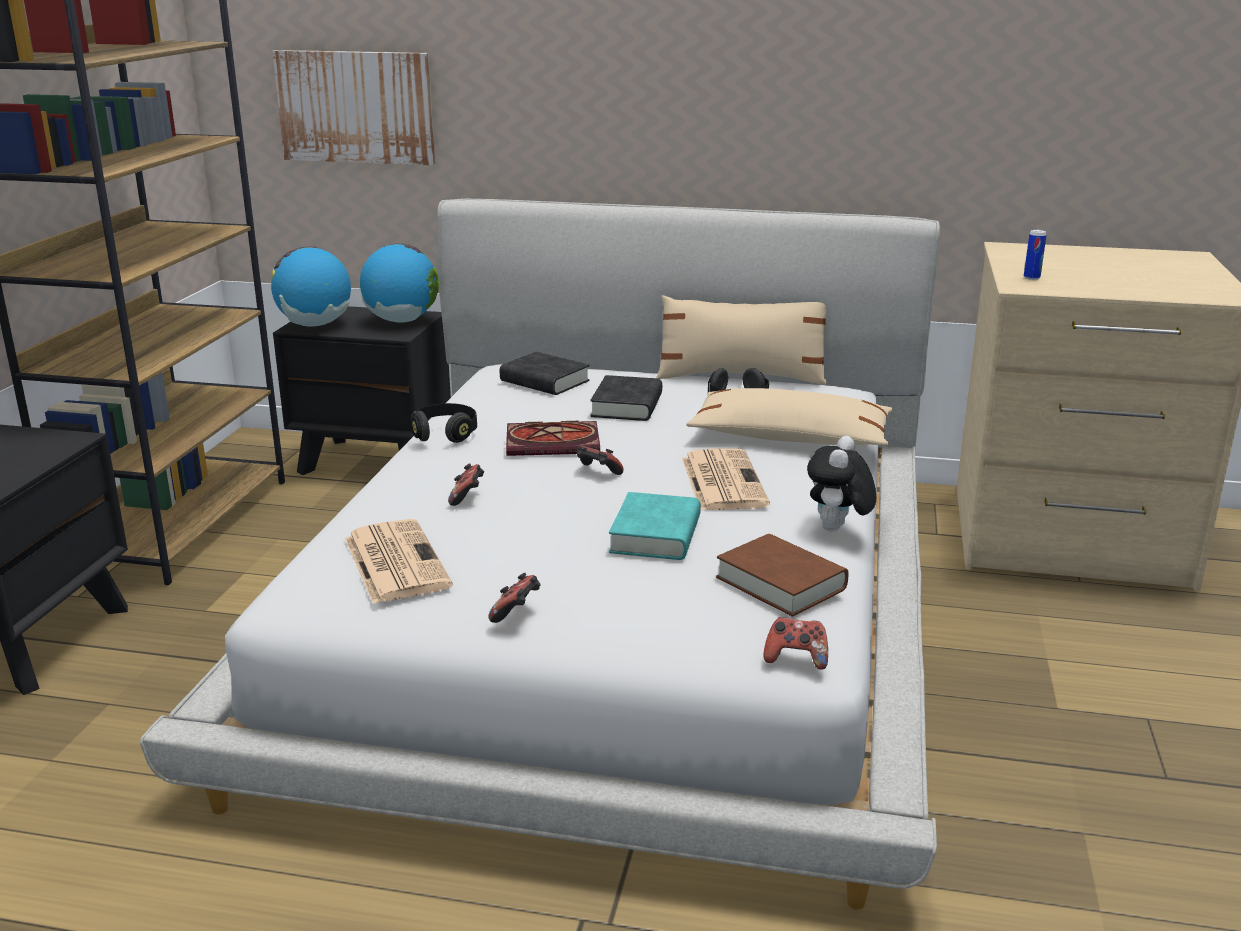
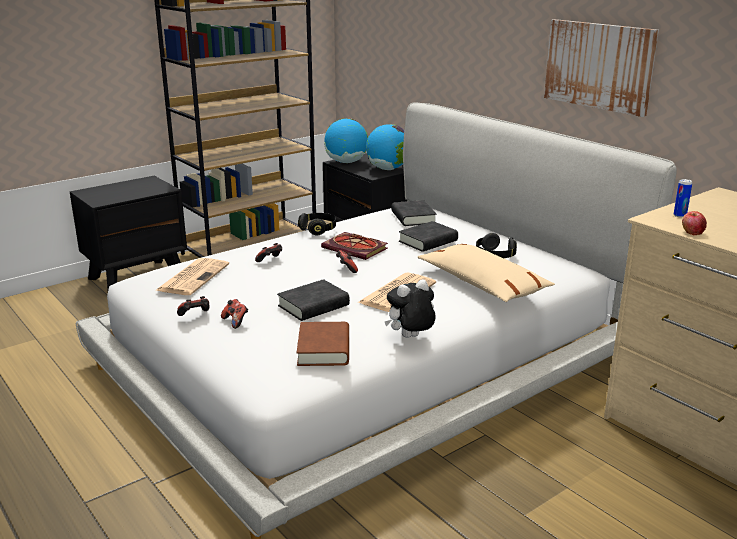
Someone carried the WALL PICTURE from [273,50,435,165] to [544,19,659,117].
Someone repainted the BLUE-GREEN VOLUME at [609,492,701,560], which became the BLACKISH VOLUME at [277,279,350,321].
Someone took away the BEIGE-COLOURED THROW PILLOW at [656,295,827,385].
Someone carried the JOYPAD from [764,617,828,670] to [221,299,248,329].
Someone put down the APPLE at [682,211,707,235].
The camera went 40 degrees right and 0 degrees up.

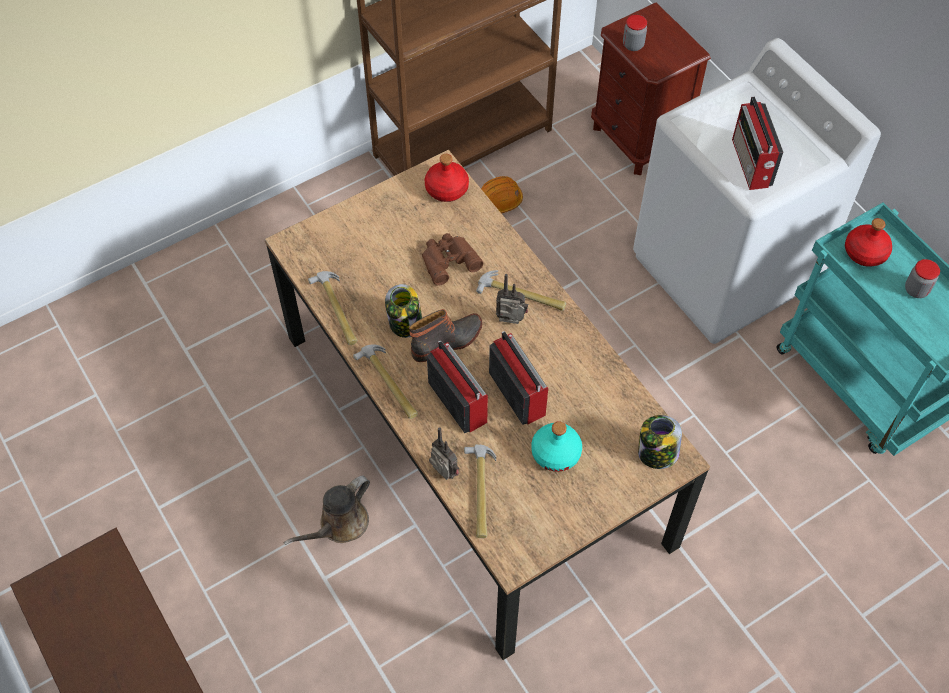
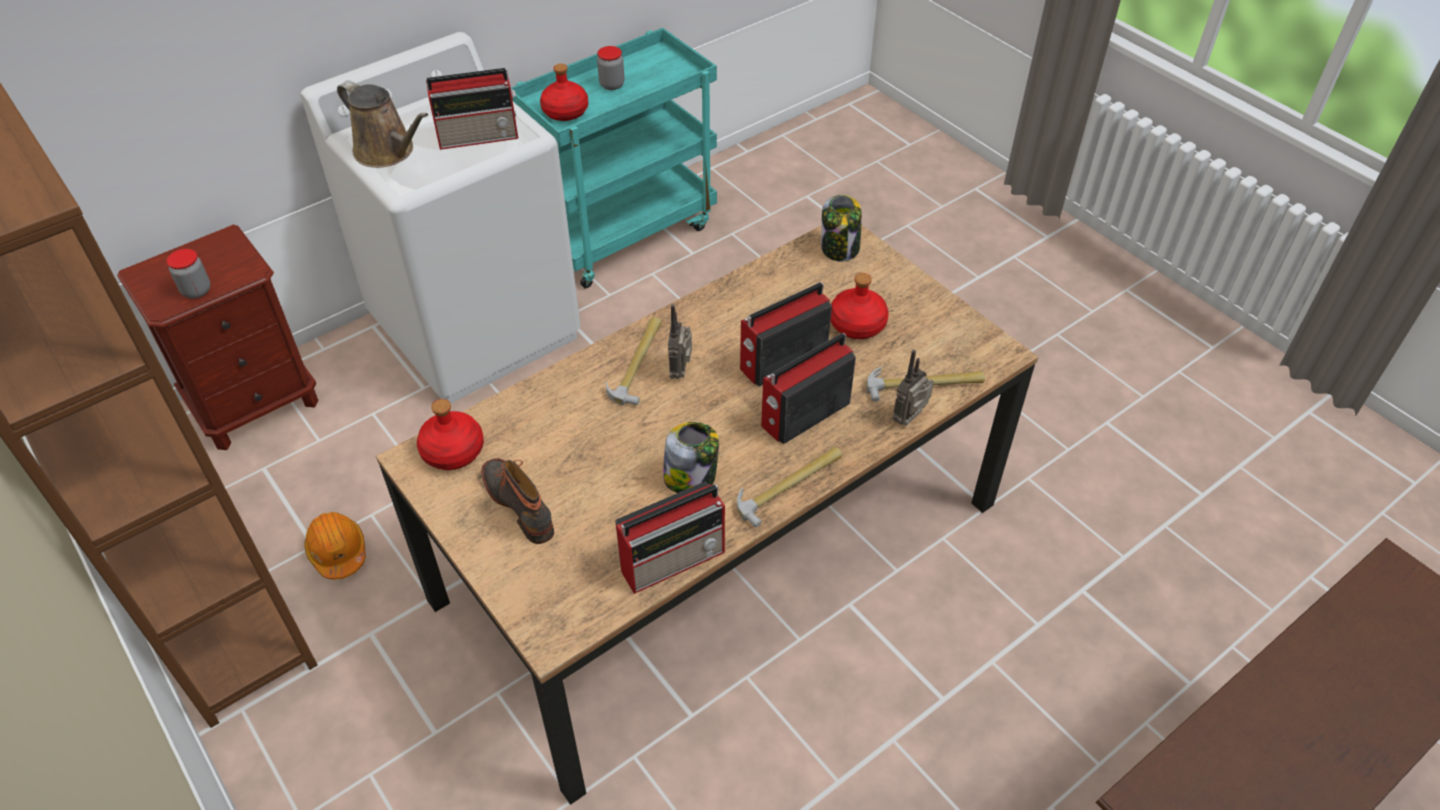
Someone carried the BROWNISH SPRINKLING CAN from [283,475,370,545] to [337,80,428,168].
Someone swapped the HAMMER at [308,271,357,345] for the RADIO at [615,482,725,594].
Someone carried the HIGH-TOP BOOT from [409,309,482,362] to [481,458,554,544].
Someone took away the BROWNISH PAIR OF BINOCULARS at [422,233,483,286].
Someone repainted the BLUE-GREEN BEVERAGE BOTTLE at [532,421,582,471], which became the REDDISH BEVERAGE BOTTLE at [831,273,889,339].
The camera went 95 degrees left and 10 degrees down.

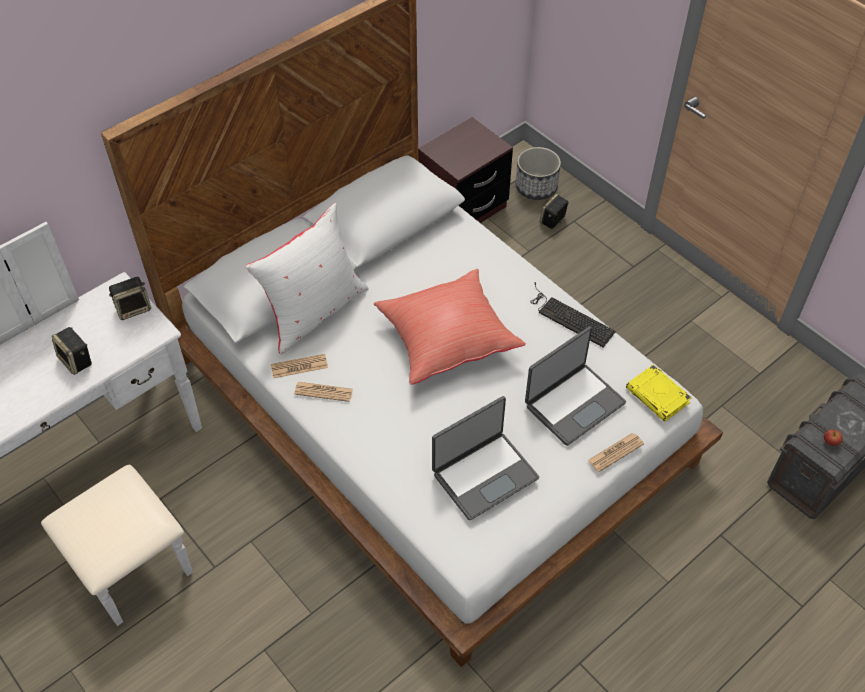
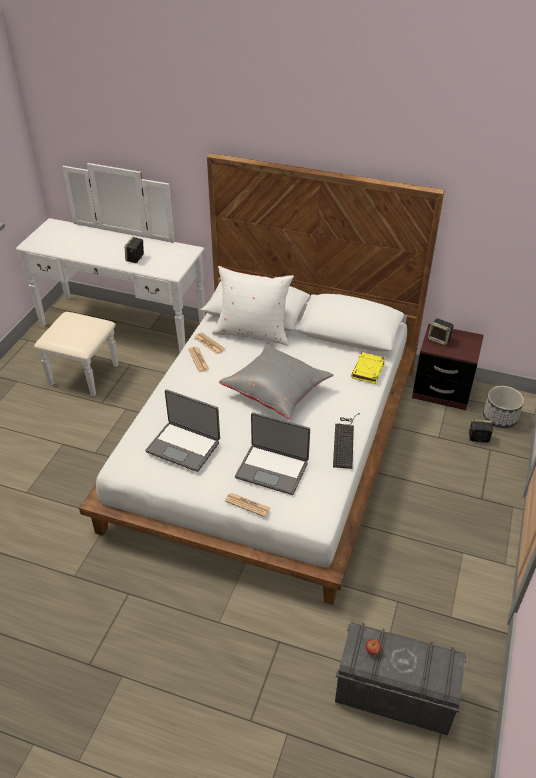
Someone carried the LOUDSPEAKER from [109,277,151,320] to [428,318,454,346].
Someone repainted the REDDISH THROW PILLOW at [374,269,526,385], which became the GRAY THROW PILLOW at [219,344,334,419].
Someone carried the YELLOWISH VOLUME from [626,365,692,422] to [351,352,385,384].
The camera went 60 degrees right and 10 degrees down.

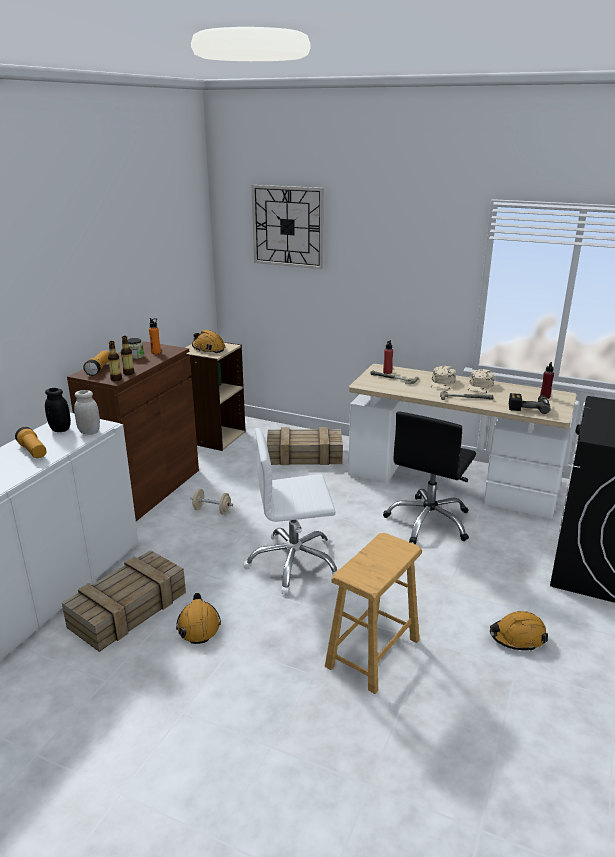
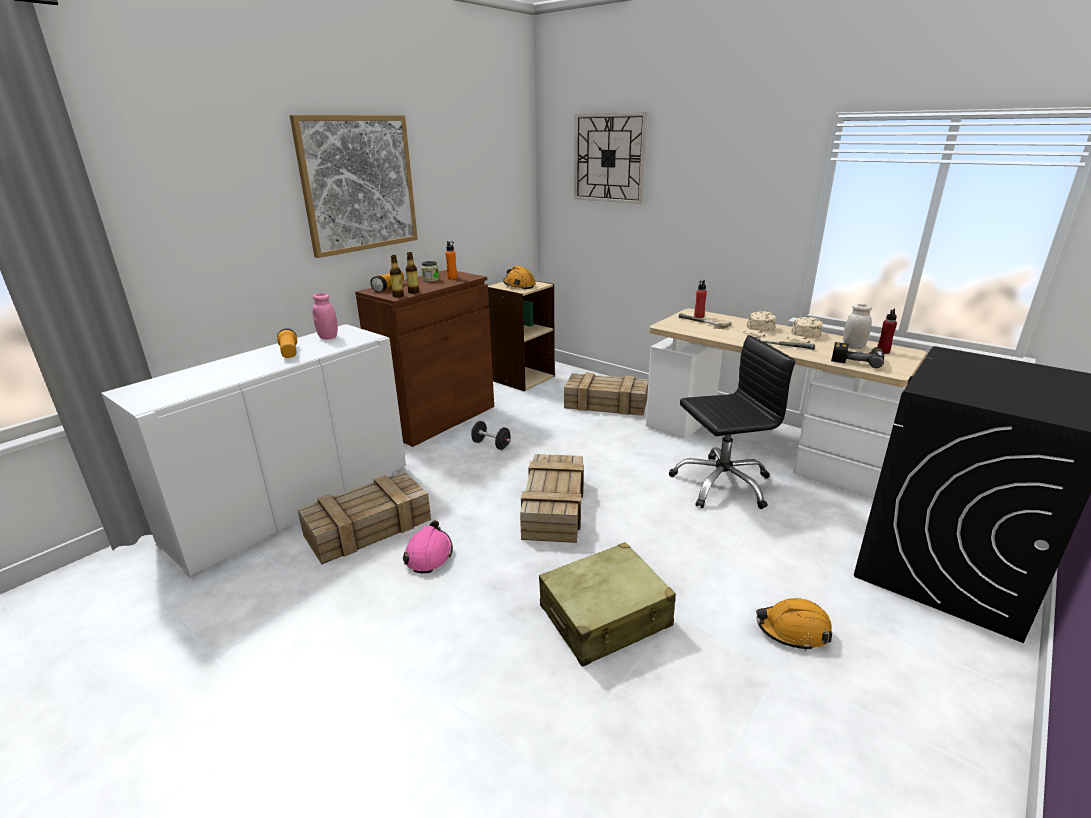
Someone repainted the BLACKISH STORAGE JAR at [45,388,71,432], which became the PINK STORAGE JAR at [313,293,338,339].
Someone carried the WHITISH STORAGE JAR from [74,390,100,435] to [843,304,872,349].
Someone repainted the ORANGE HARD HAT at [176,593,221,644], which became the PINK HARD HAT at [403,520,453,573].
Someone repainted the BEIGE-COLOURED HAND WEIGHT at [190,489,233,515], which became the BLACKISH HAND WEIGHT at [471,421,511,450].
Someone swapped the WHITISH DESK CHAIR at [243,428,338,595] for the PACKING CRATE at [520,454,584,543].
Someone swapped the BROWNISH SITTING STOOL at [325,533,422,694] for the BEIGE-COLOURED TRAVEL CASE at [539,542,676,667].
Someone rotated the BLACKISH DESK CHAIR at [383,411,476,544] by 150 degrees counterclockwise.
Someone put up the WALL PICTURE at [290,115,418,258].
The camera went 15 degrees right and 0 degrees up.

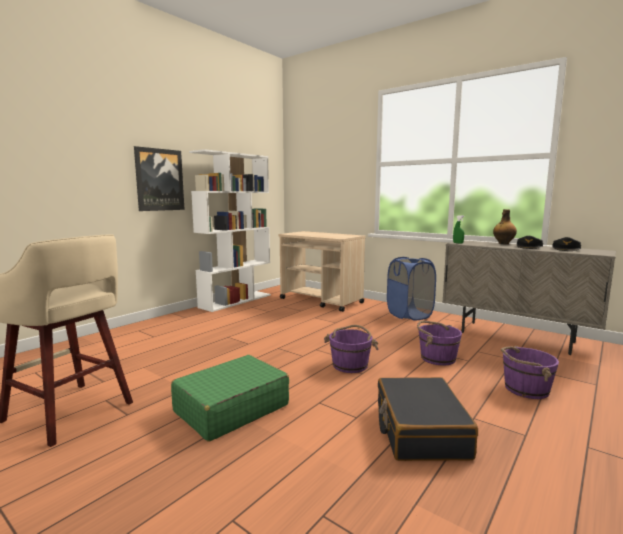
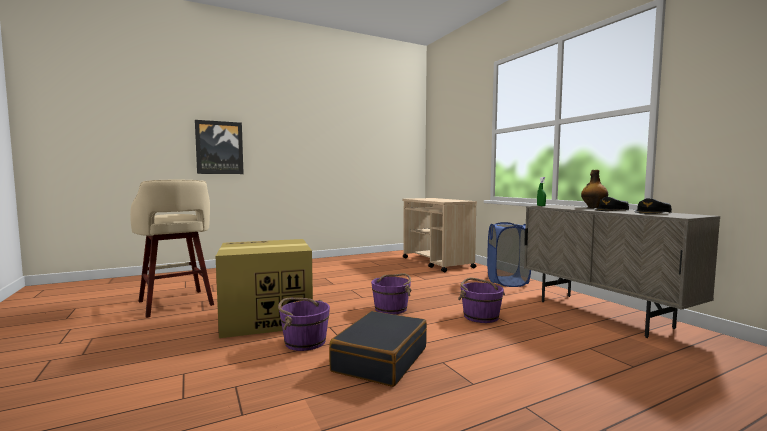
Someone carried the WALL PICTURE from [134,146,185,211] to [195,120,244,174].
Someone swapped the GREENISH TRAVEL CASE at [171,355,289,442] for the CARDBOARD BOX at [216,239,313,338].
Someone took away the WHITISH SHELVING UNIT at [189,149,271,312].
Someone carried the PURPLE PAIL from [501,346,559,399] to [278,298,330,351].
The camera went 25 degrees right and 5 degrees down.

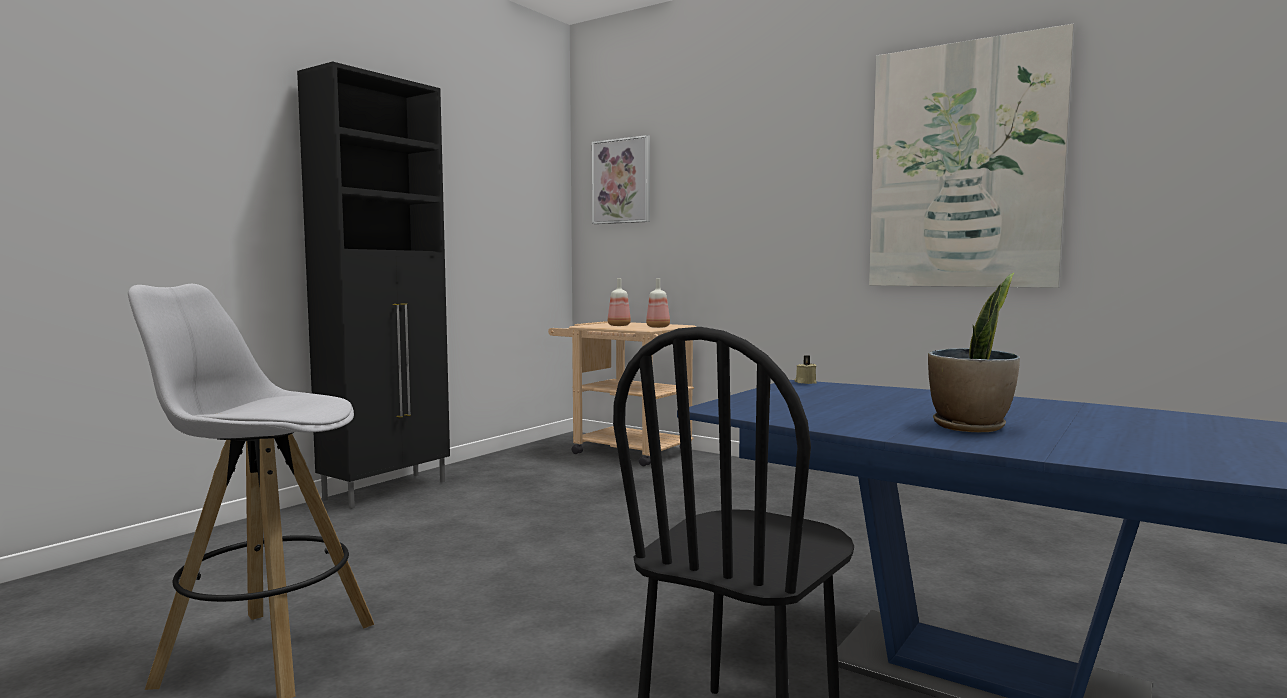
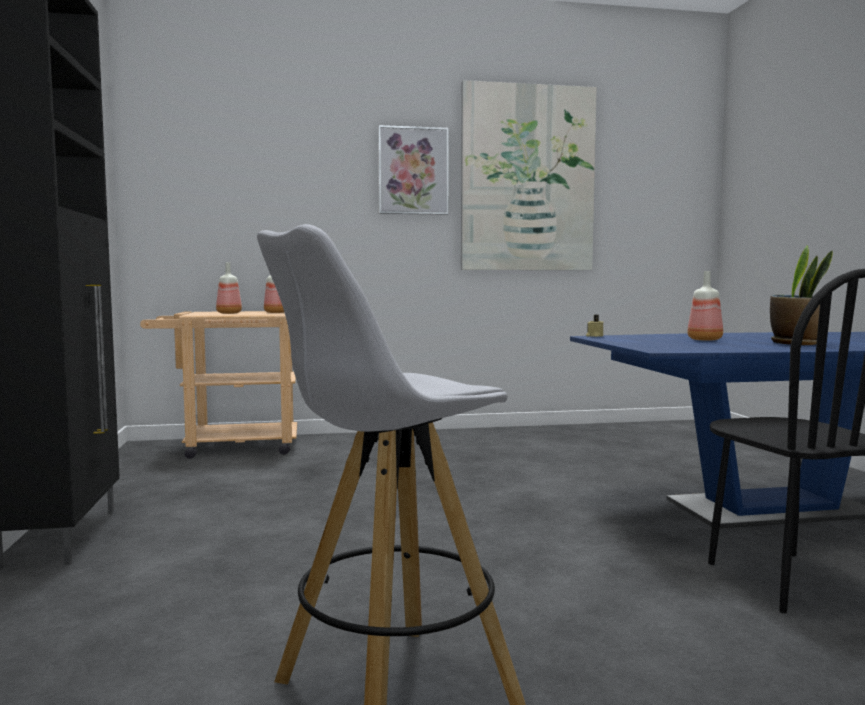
Someone carried the WALL PICTURE from [592,135,650,224] to [378,125,449,215].
Someone put down the BEVERAGE BOTTLE at [687,271,723,341].
The camera went 45 degrees left and 0 degrees up.

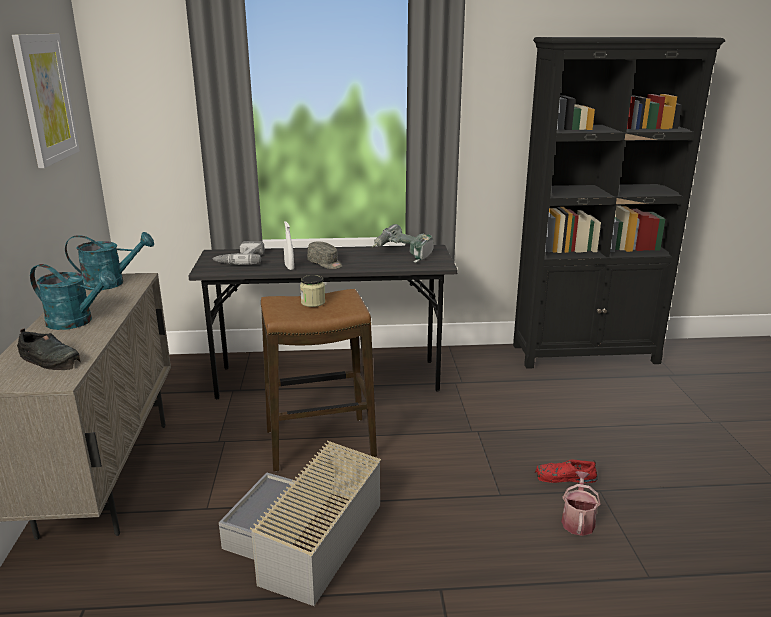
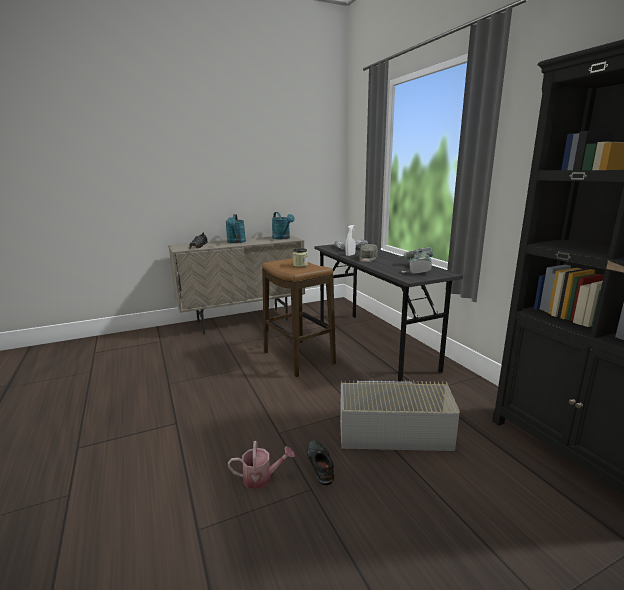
Someone took away the WALL PICTURE at [12,34,80,168].
Someone carried the GRAY STORAGE BOX from [219,441,381,606] to [340,380,460,451].
Someone repainted the REDDISH SHOE at [534,459,598,483], which became the BLACKISH SHOE at [307,440,334,485].
The camera went 70 degrees right and 5 degrees down.

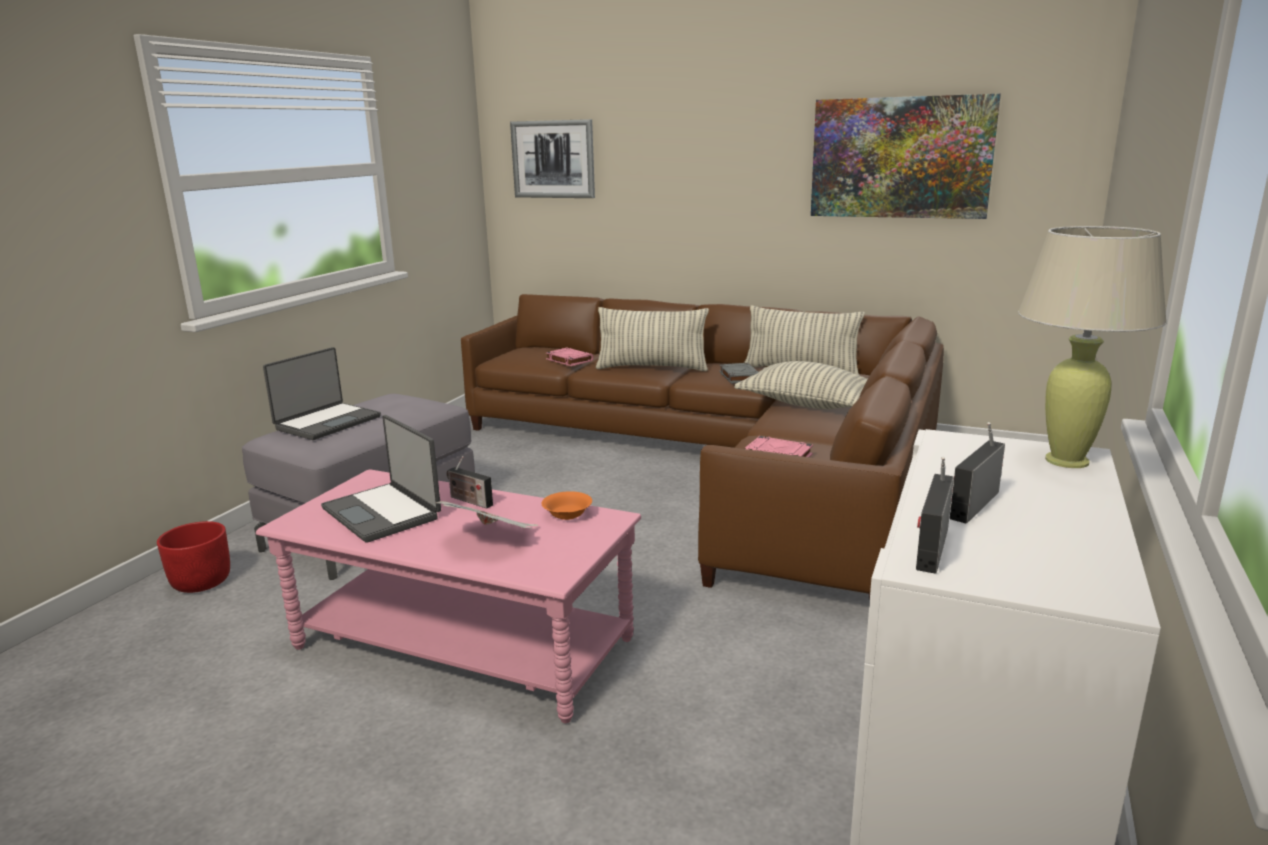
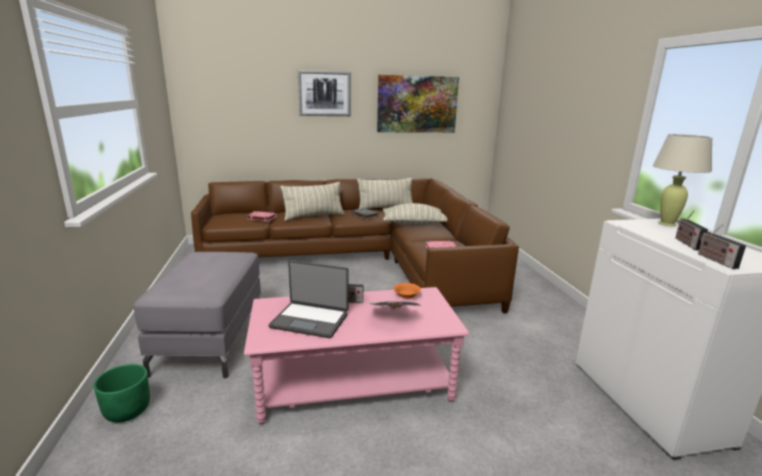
Someone repainted the REDDISH FLOWER POT at [157,521,230,593], which became the GREENISH FLOWER POT at [93,364,150,422].
Someone took away the LAPTOP at [263,347,381,440].
Someone carried the WALL PICTURE from [510,119,595,198] to [298,70,351,116].
The camera went 35 degrees left and 0 degrees up.

